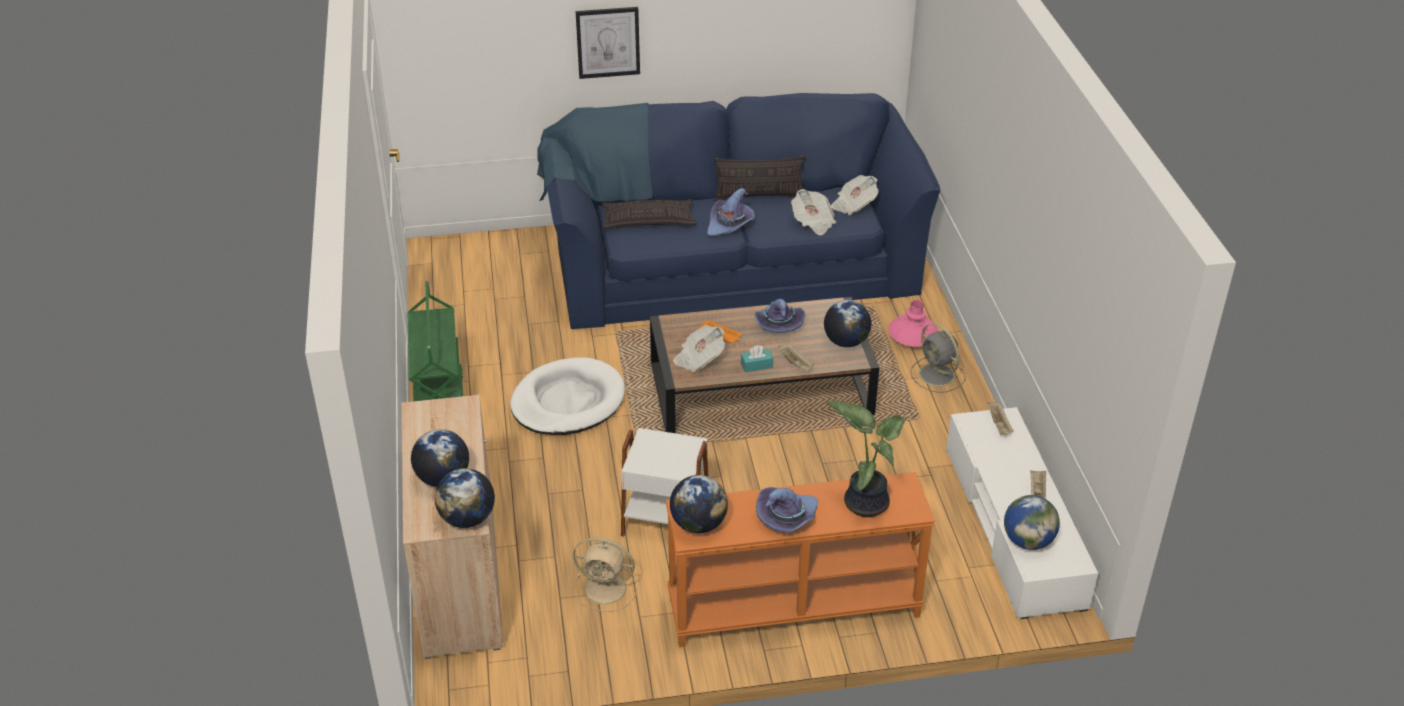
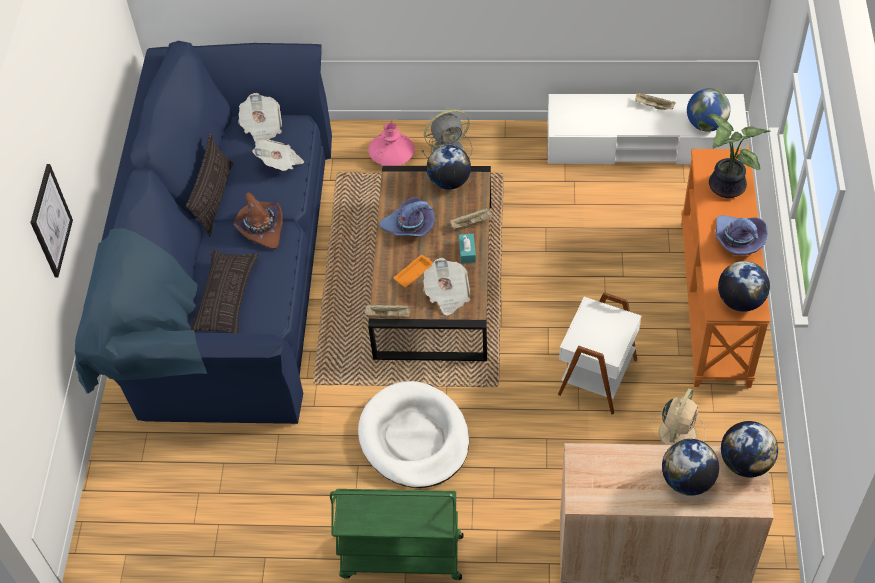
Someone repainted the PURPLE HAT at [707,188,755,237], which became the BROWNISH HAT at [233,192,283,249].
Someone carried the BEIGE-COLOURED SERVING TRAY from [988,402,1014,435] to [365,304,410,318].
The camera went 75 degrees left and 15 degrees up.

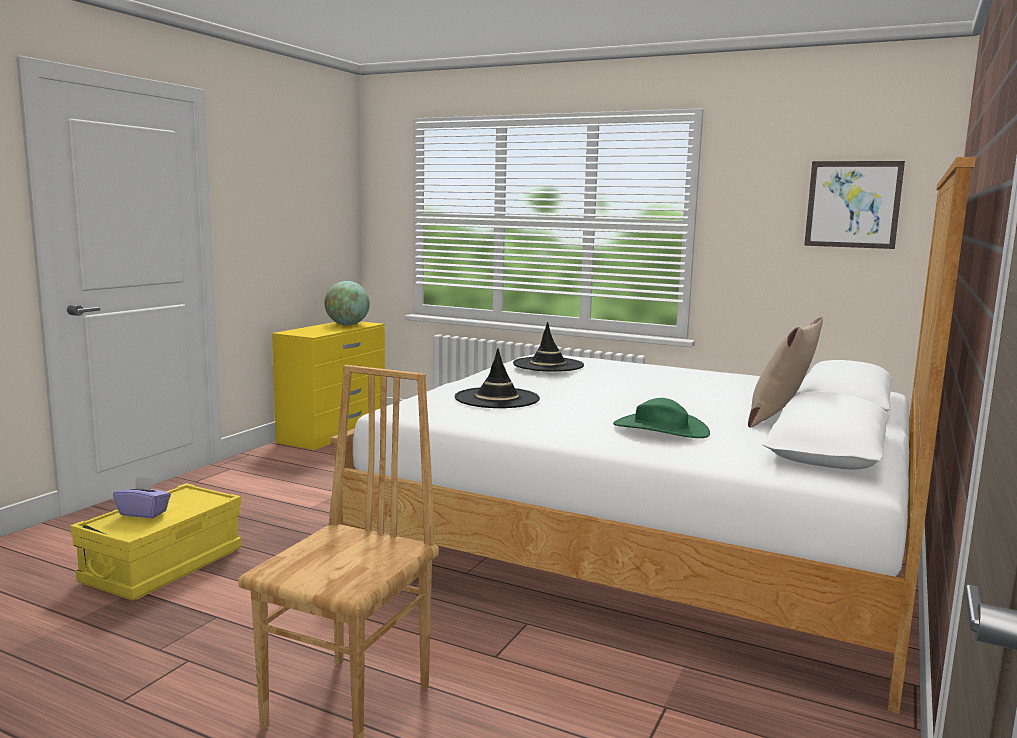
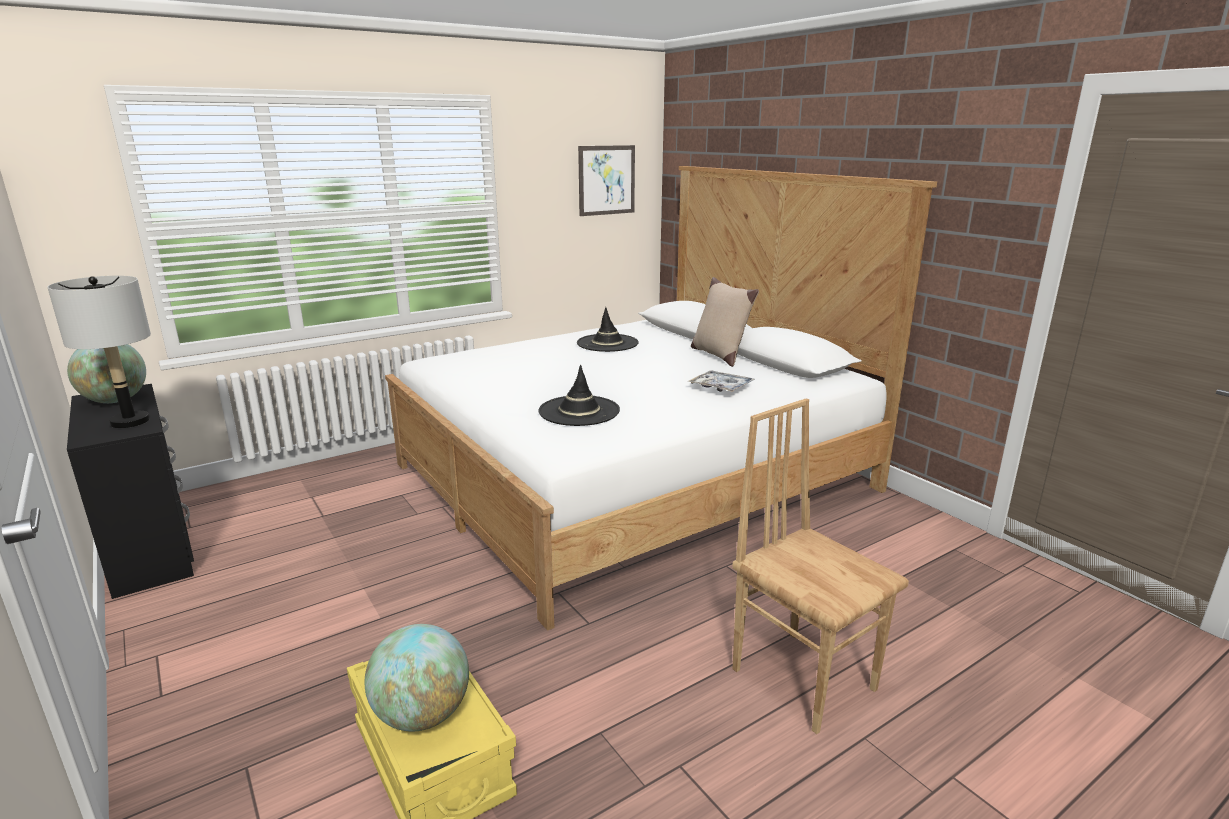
Someone swapped the PURPLE TISSUE BOX at [113,476,171,518] for the DESK GLOBE at [365,624,469,732].
Someone repainted the YELLOWISH CHEST OF DRAWERS at [272,321,385,450], which became the BLACKISH CHEST OF DRAWERS at [67,384,194,599].
Someone carried the BLACKISH HAT from [513,322,584,372] to [577,307,639,352].
Someone swapped the GREENISH HAT at [613,398,710,438] for the SERVING TRAY at [688,370,755,392].
Someone put down the GRAY TABLE LAMP at [47,276,151,428].
The camera went 60 degrees left and 10 degrees up.

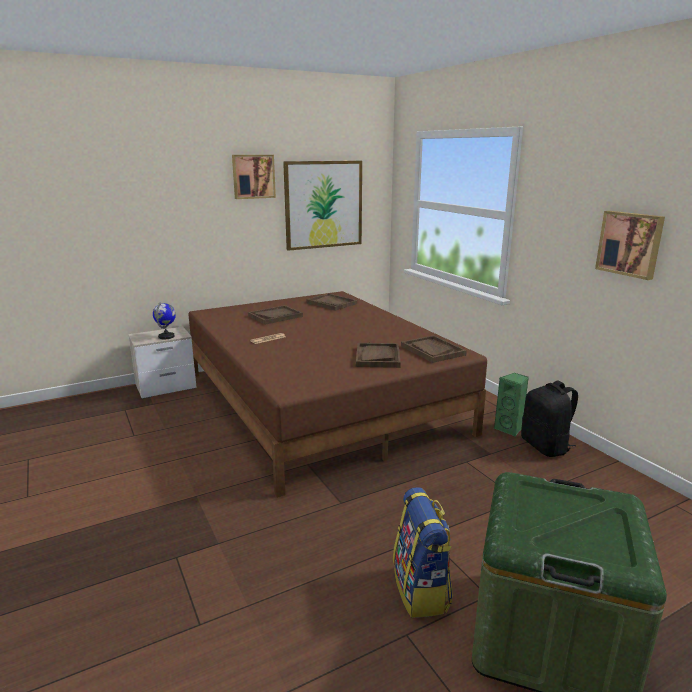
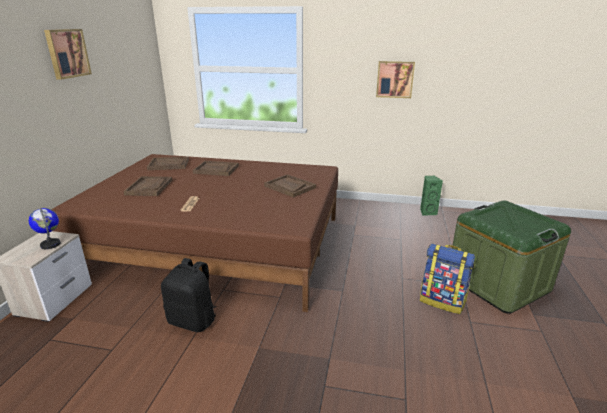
Someone took away the WALL PICTURE at [283,161,362,251].
Someone carried the BROWNISH SERVING TRAY from [401,335,467,363] to [193,161,239,176].
Someone carried the GREENISH LOUDSPEAKER from [494,373,529,437] to [420,176,443,216].
Someone carried the BLACKISH KNAPSACK from [521,381,578,457] to [161,258,217,332].
The camera went 50 degrees left and 5 degrees up.

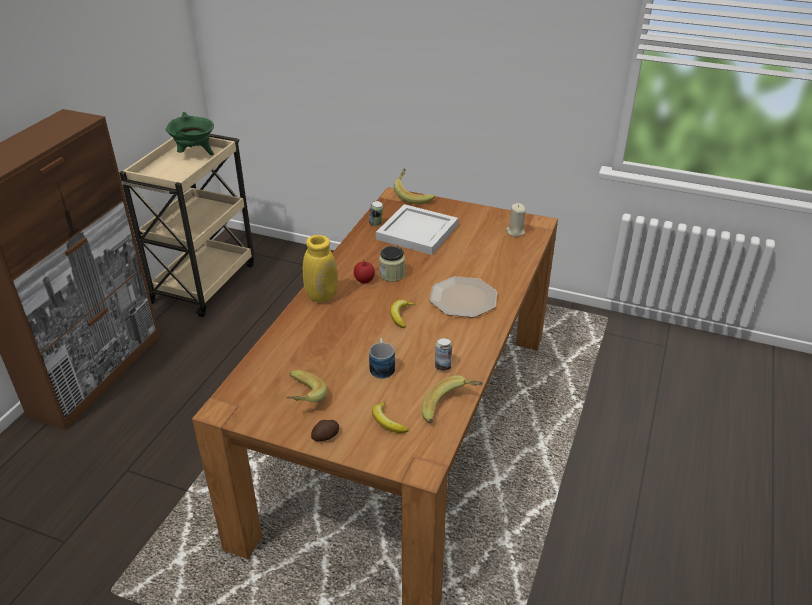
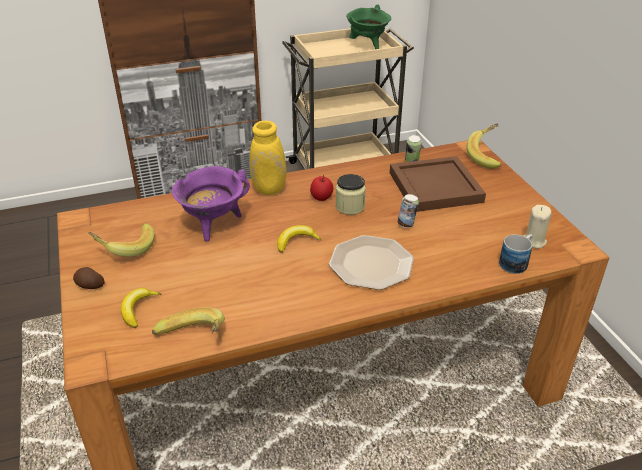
Someone carried the COFFEE MUG from [369,338,395,379] to [499,234,533,274].
Someone repainted the WHITISH SERVING TRAY at [376,204,458,255], which became the BROWNISH SERVING TRAY at [390,156,486,212].
Someone carried the METAL CAN from [435,338,452,371] to [398,194,419,228].
Someone put down the PURPLE COOKING POT at [172,166,250,242].
The camera went 50 degrees right and 0 degrees up.

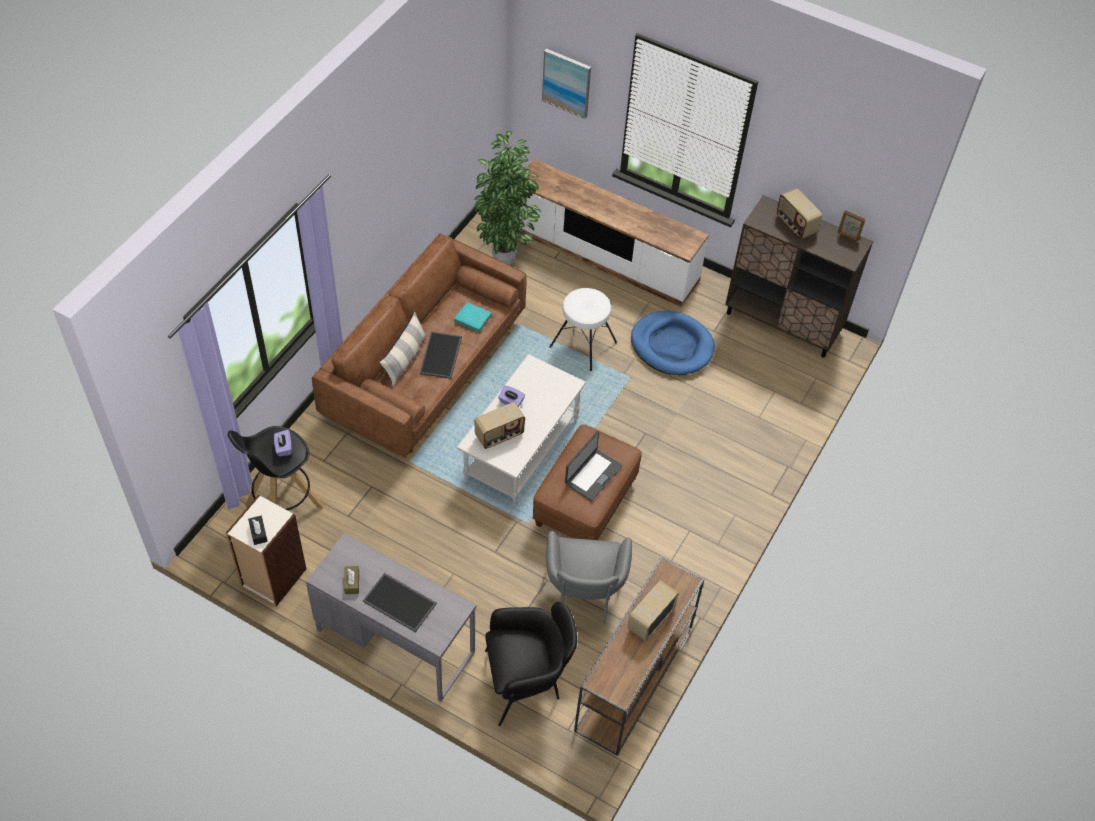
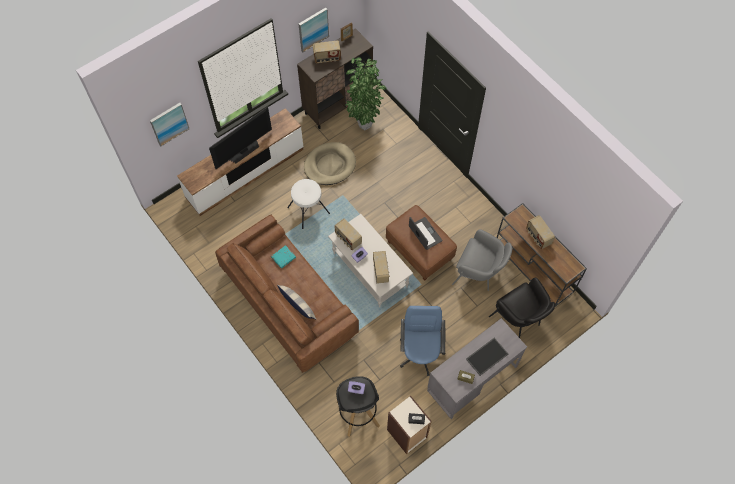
Someone took away the SERVING TRAY at [420,332,462,379].
Someone carried the HOUSEPLANT from [474,131,541,265] to [346,57,386,130].
Someone rotated the BLACKISH ARMCHAIR at [485,602,577,726] by 135 degrees clockwise.
Someone repainted the BLUE-COLOURED DOG CUSHION at [631,311,715,375], which became the BEIGE-COLOURED DOG CUSHION at [304,142,356,185].
Someone put down the TELEVISION at [209,106,272,169].
Someone put up the WALL PICTURE at [298,8,329,52].
Someone put down the RADIO at [334,218,362,250].
Someone put down the BLUE-COLOURED DESK CHAIR at [400,306,445,376].
The camera went 65 degrees left and 10 degrees up.

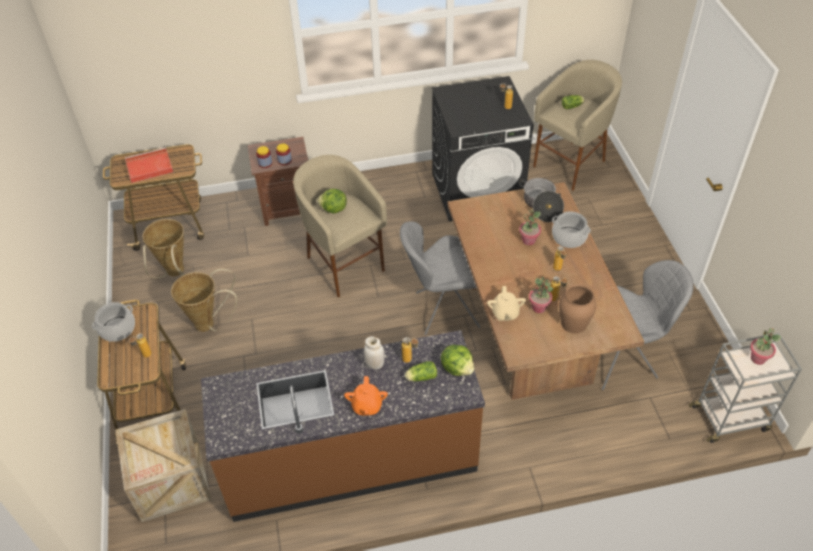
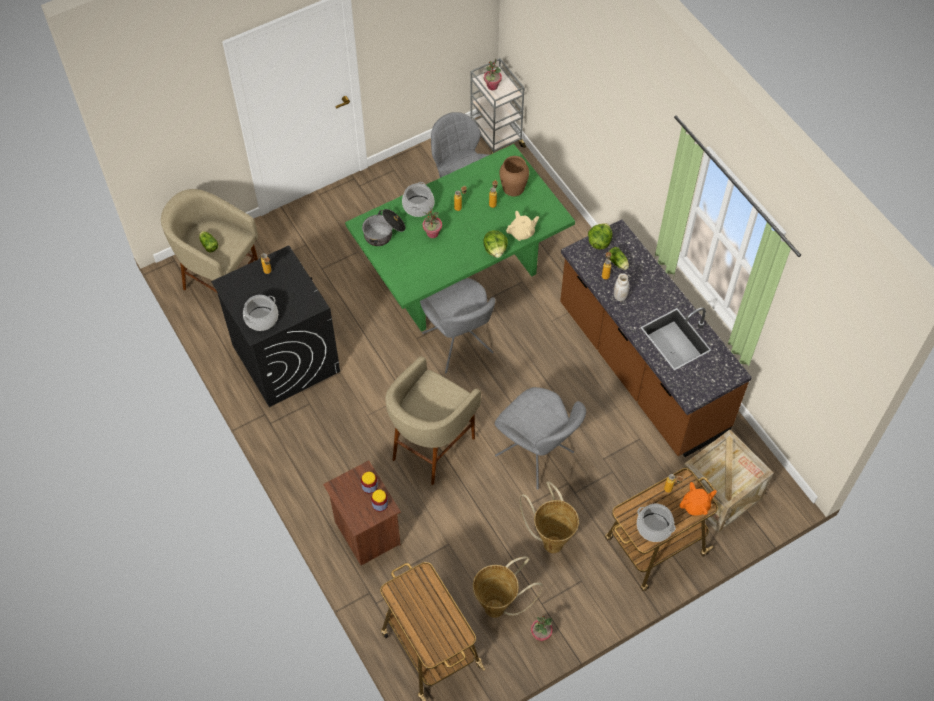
Someone took away the REDDISH SERVING TRAY at [125,147,173,183].
Someone carried the LETTUCE from [317,189,347,214] to [483,230,508,258].
Someone carried the ORANGE TEAPOT from [344,376,388,416] to [679,482,717,516].
Someone repainted the BROWNISH DINING TABLE at [448,182,644,400], which became the GREENISH DINING TABLE at [345,144,575,332].
Someone carried the HOUSEPLANT from [529,277,553,313] to [531,616,553,641].
Someone put down the COOKING POT at [243,295,278,331].
Someone put down the GRAY UPRIGHT CHAIR at [495,387,586,490].
The camera went 110 degrees left and 10 degrees up.

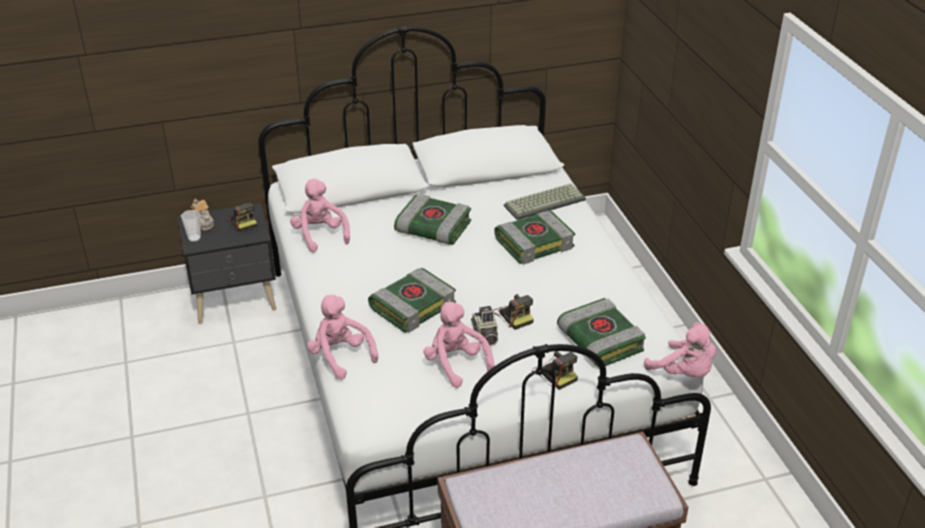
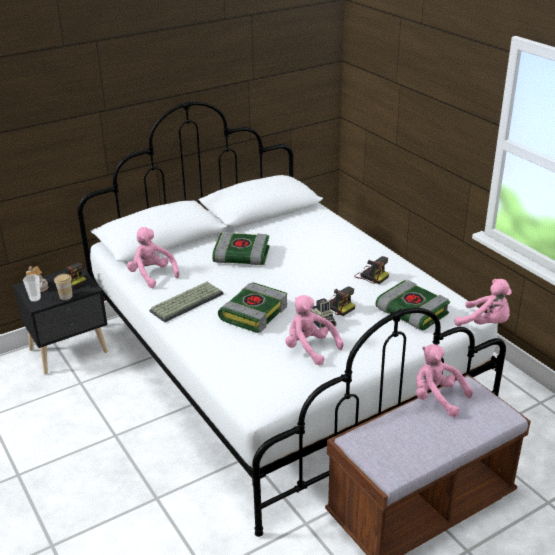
Someone carried the PINK SOFT TOY from [307,295,378,380] to [416,344,473,417].
Someone took away the VOLUME at [494,211,575,265].
Someone carried the KEYBOARD from [504,183,586,220] to [149,282,224,322].
Someone carried the PHOTO CAMERA from [532,351,578,390] to [354,256,389,284].
Someone put down the DRINKING CUP at [54,274,73,300].
The camera went 15 degrees left and 5 degrees down.

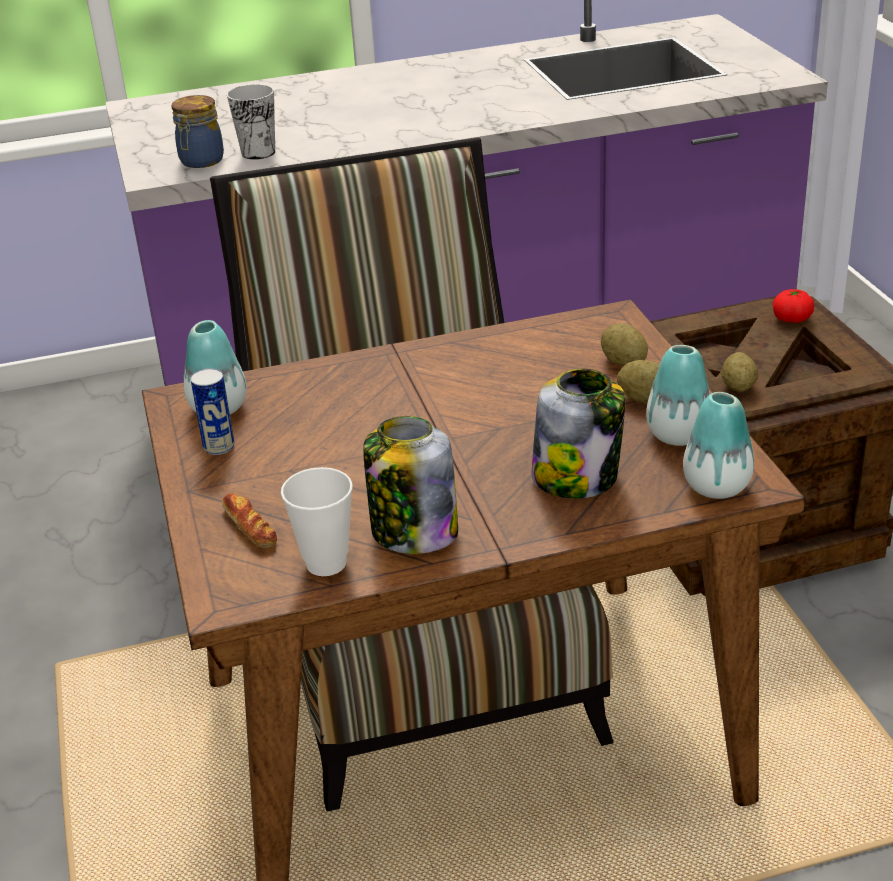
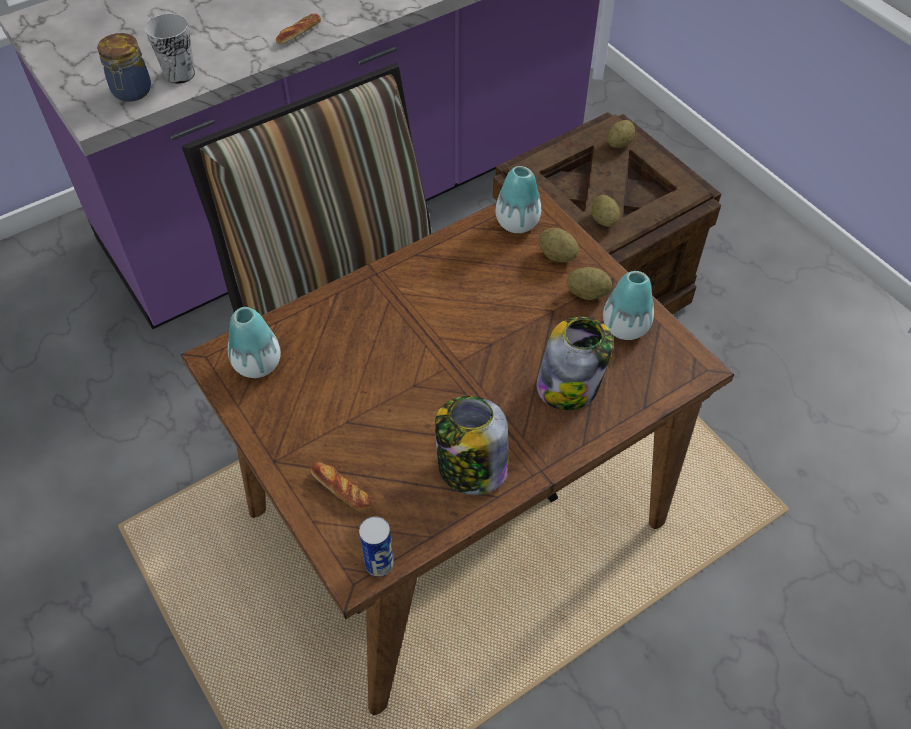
Someone carried the METAL CAN from [191,368,235,455] to [359,516,394,577].
Someone took away the DRINKING CUP at [281,467,353,576].
Someone carried the DECORATIVE VASE from [683,392,754,499] to [495,166,541,233].
Someone swapped the WHOLE TOMATO at [773,289,814,323] for the POTATO at [607,120,635,148].
Someone put down the BAKED BREAD at [276,14,321,45].
The camera went 20 degrees left and 20 degrees up.

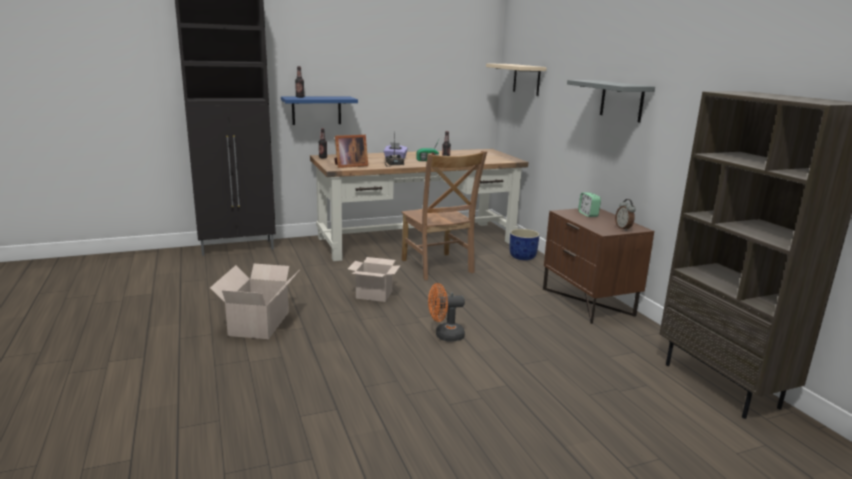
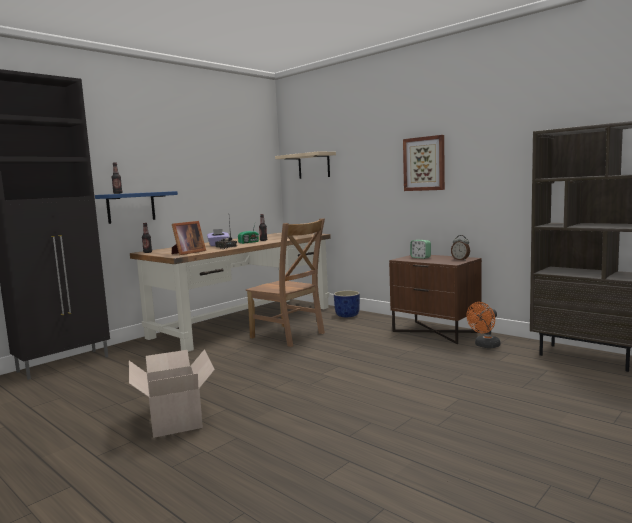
Someone took away the CARDBOARD BOX at [348,257,401,302].
Someone carried the ORANGE FAN from [428,283,465,342] to [466,302,501,348].
Someone swapped the GRAY BRACKET SHELF at [567,80,655,123] for the WALL PICTURE at [403,135,445,191].
The camera went 25 degrees left and 10 degrees down.

